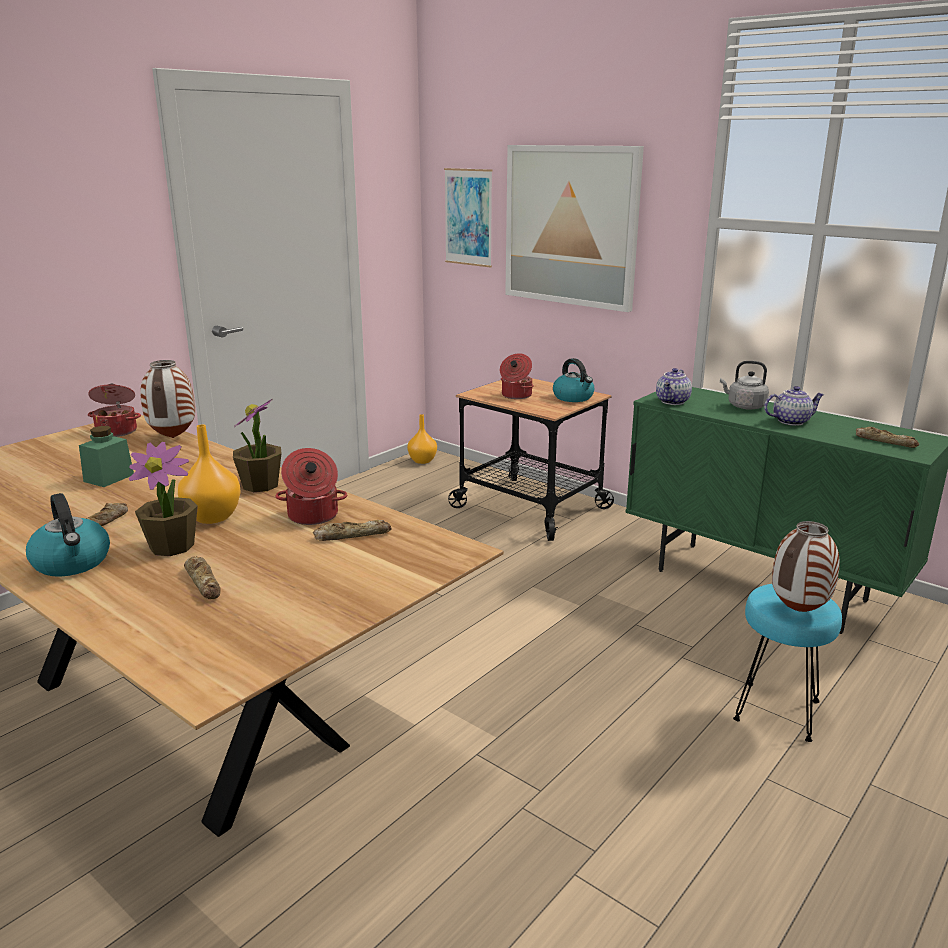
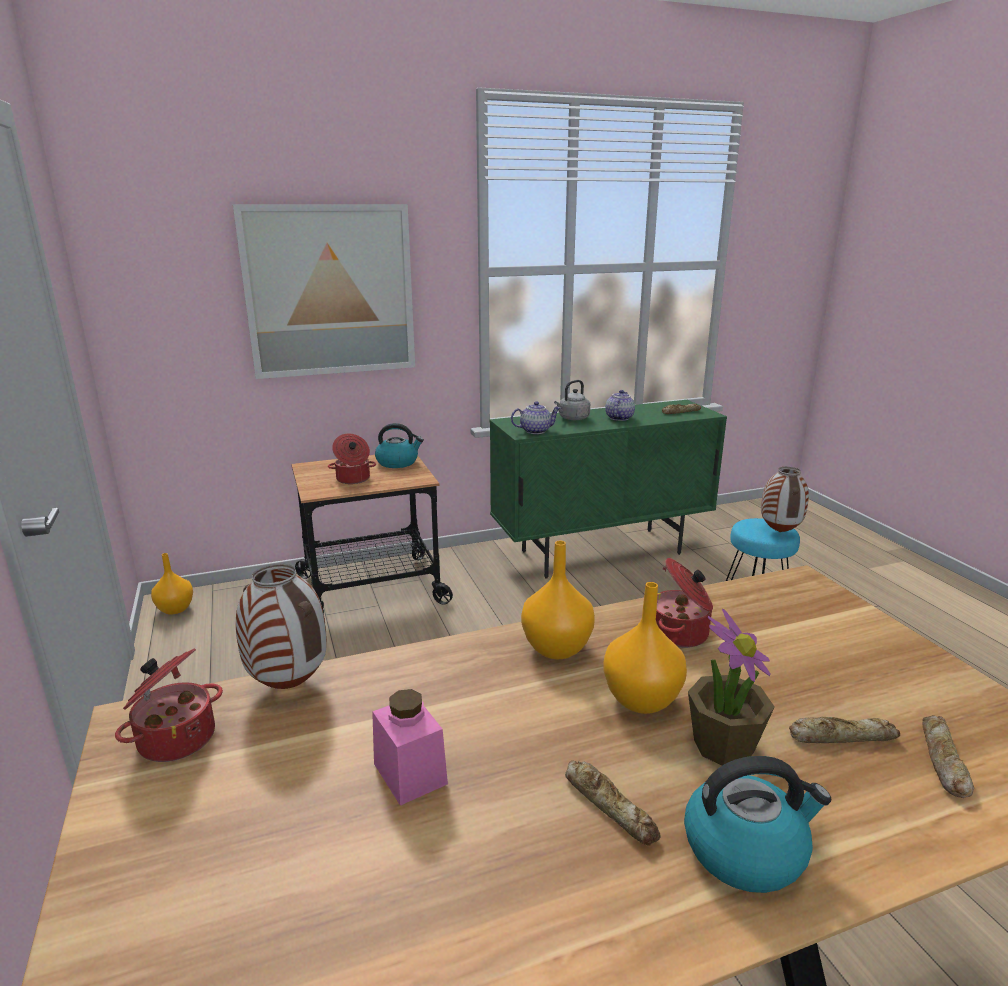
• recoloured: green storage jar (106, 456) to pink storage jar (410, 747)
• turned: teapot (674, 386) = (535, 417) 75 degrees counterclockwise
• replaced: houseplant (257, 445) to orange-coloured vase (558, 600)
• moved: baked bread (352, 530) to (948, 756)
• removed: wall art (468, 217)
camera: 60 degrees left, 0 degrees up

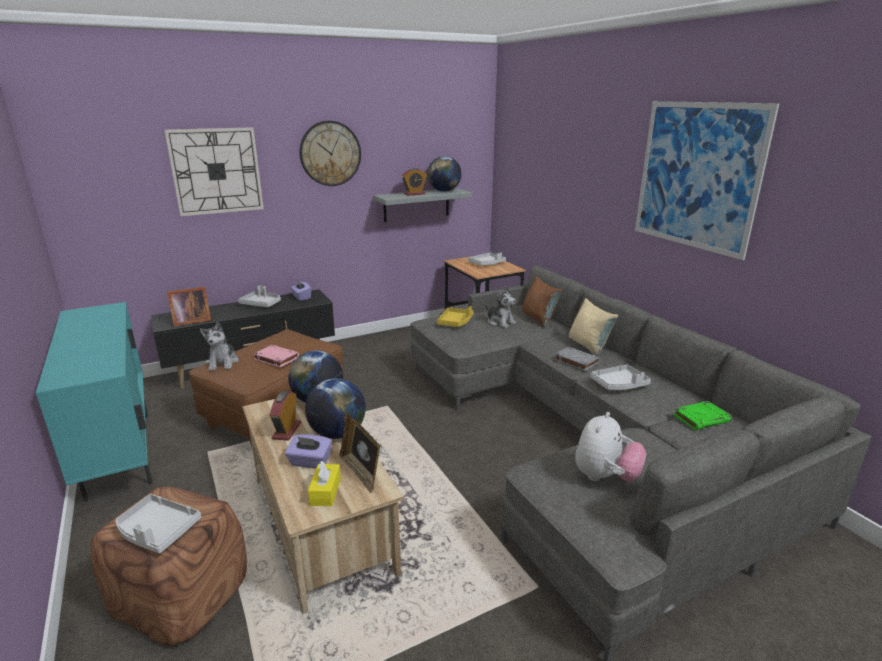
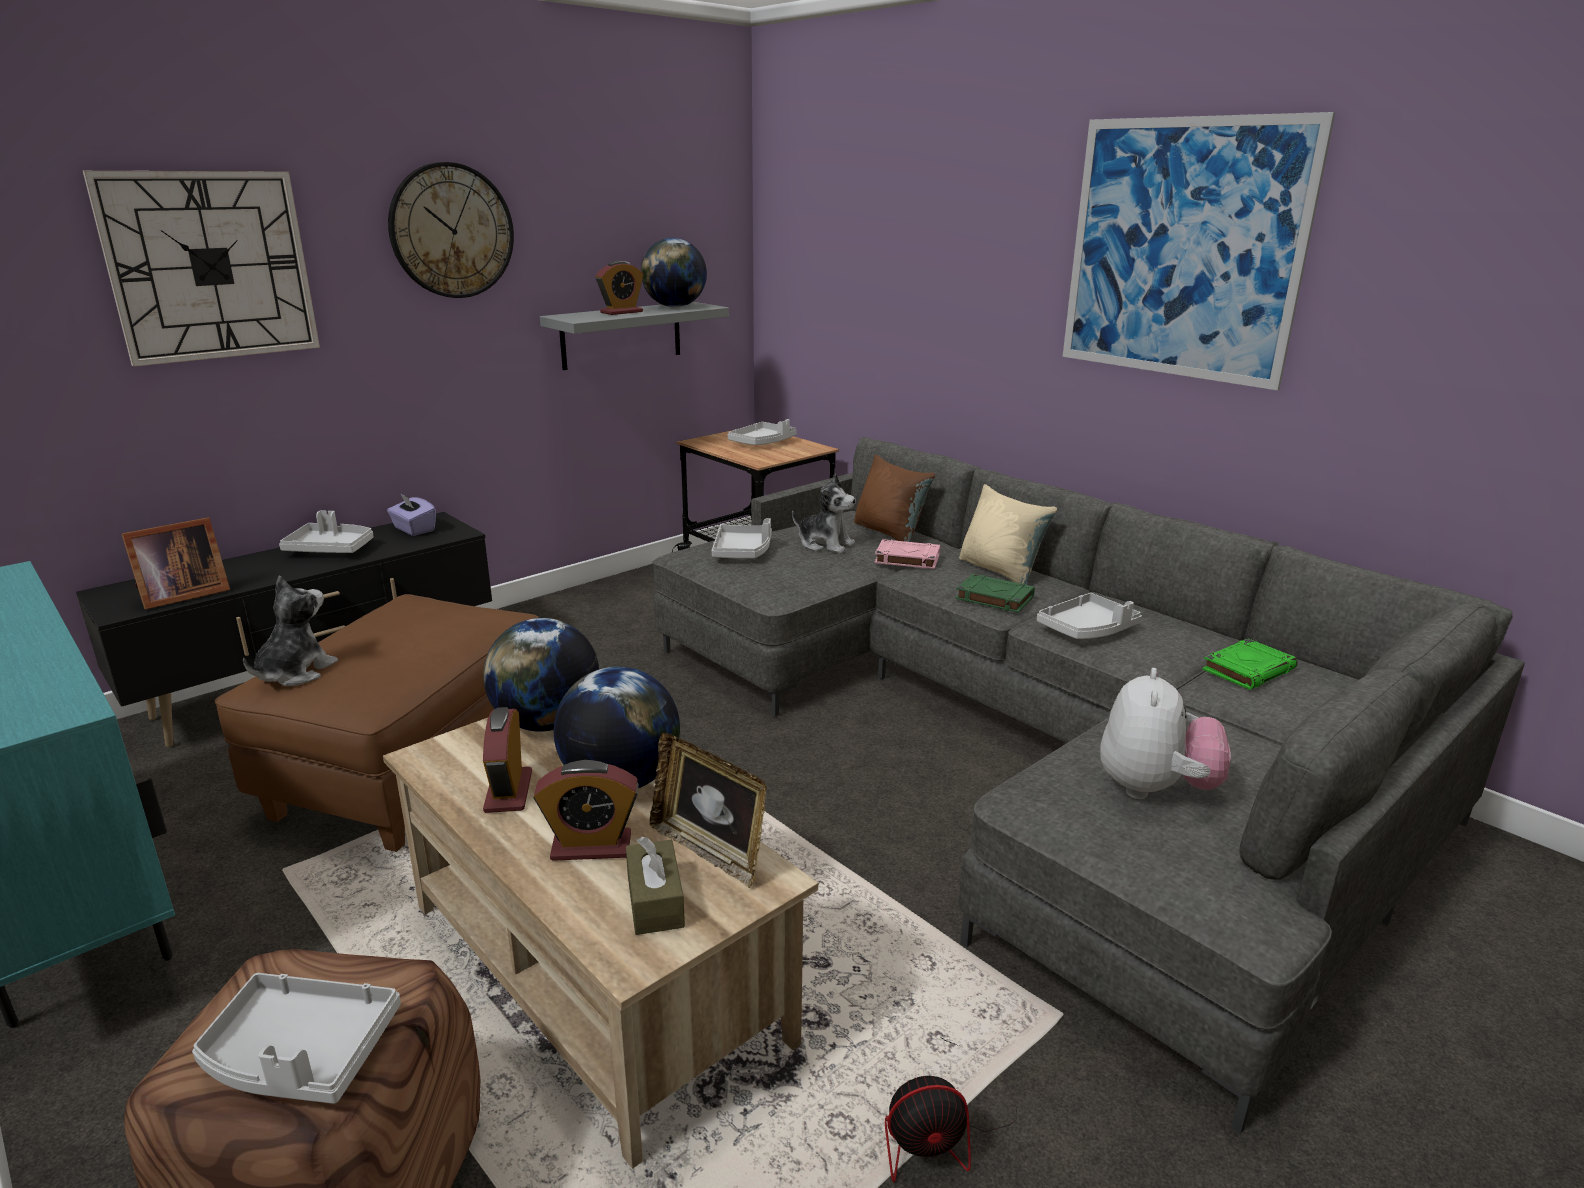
• turned: cuddly toy (219, 346) = (290, 630) 135 degrees counterclockwise
• replaced: purple tissue holder (308, 451) to table clock (586, 810)
• recoloured: yellow tissue holder (324, 483) to brownish tissue holder (655, 886)
• recoloured: yellow tray (455, 316) to gray tray (741, 538)
• moved: pink bound book (276, 356) to (907, 554)
• added: electric fan (951, 1109)
• recoloured: gray bound book (577, 359) to green bound book (995, 593)
camera: 15 degrees left, 0 degrees up

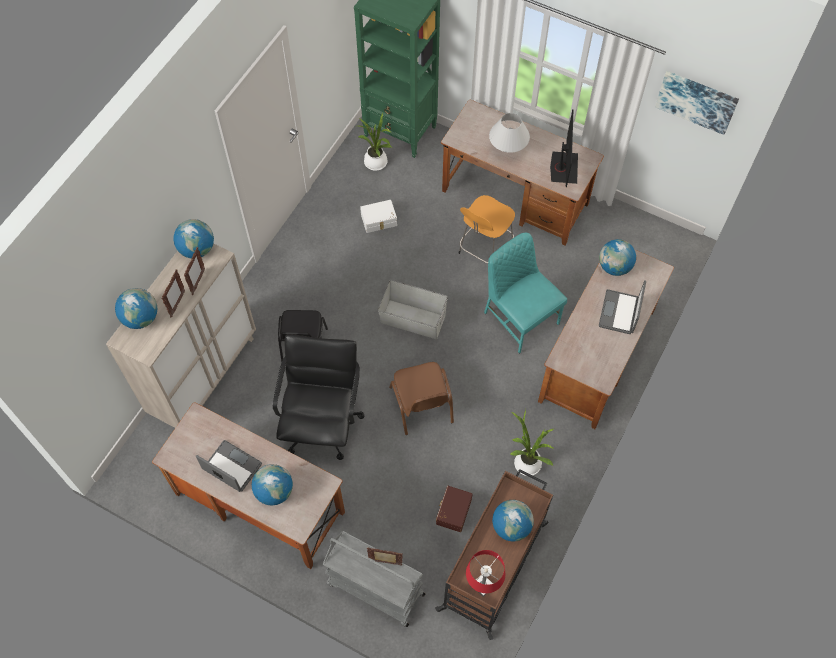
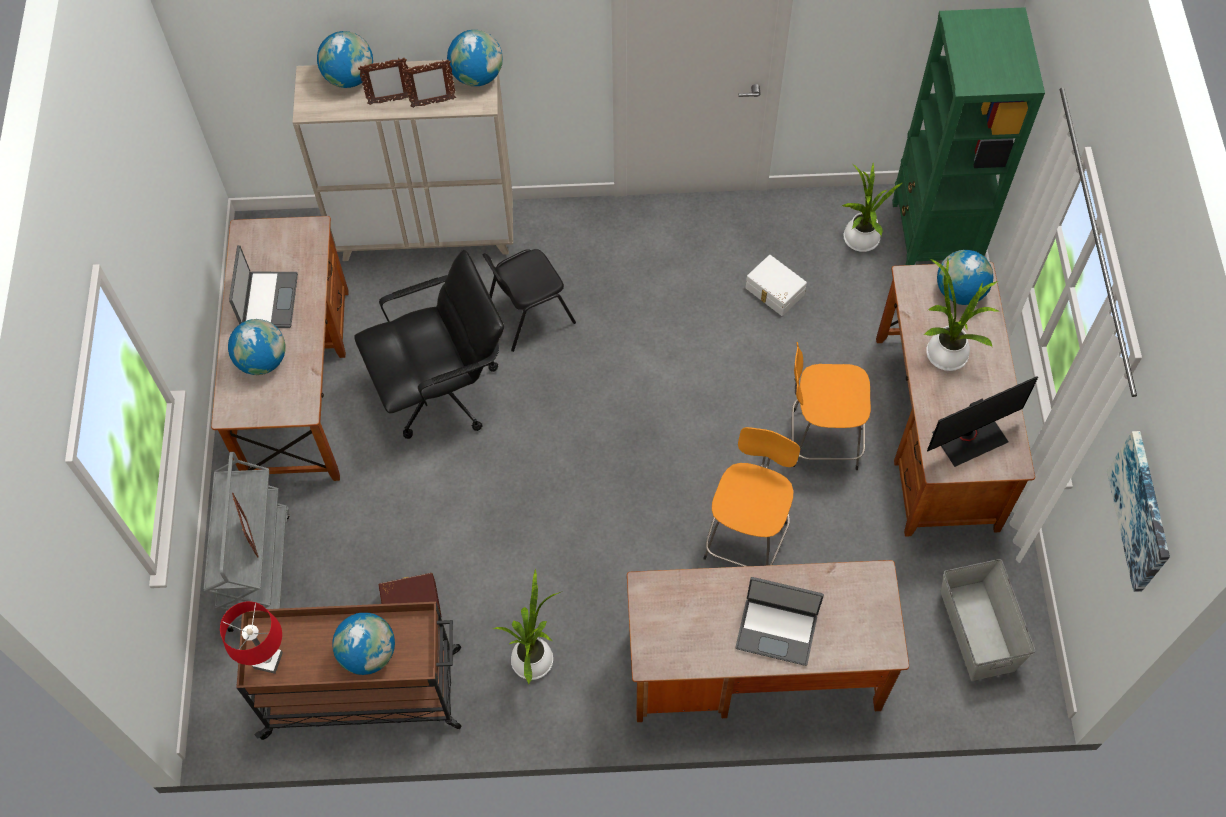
• replaced: turquoise upright chair (525, 293) to orange-coloured stool (751, 497)
• turned: notebook computer (622, 307) = (780, 621) 150 degrees counterclockwise
• replaced: white lamp for a table (509, 133) to houseplant (962, 314)
• moved: globe (617, 257) to (965, 277)
• moved: gray storage box (413, 309) to (988, 620)
• removed: brownish upright chair (421, 398)
camera: 60 degrees right, 0 degrees up

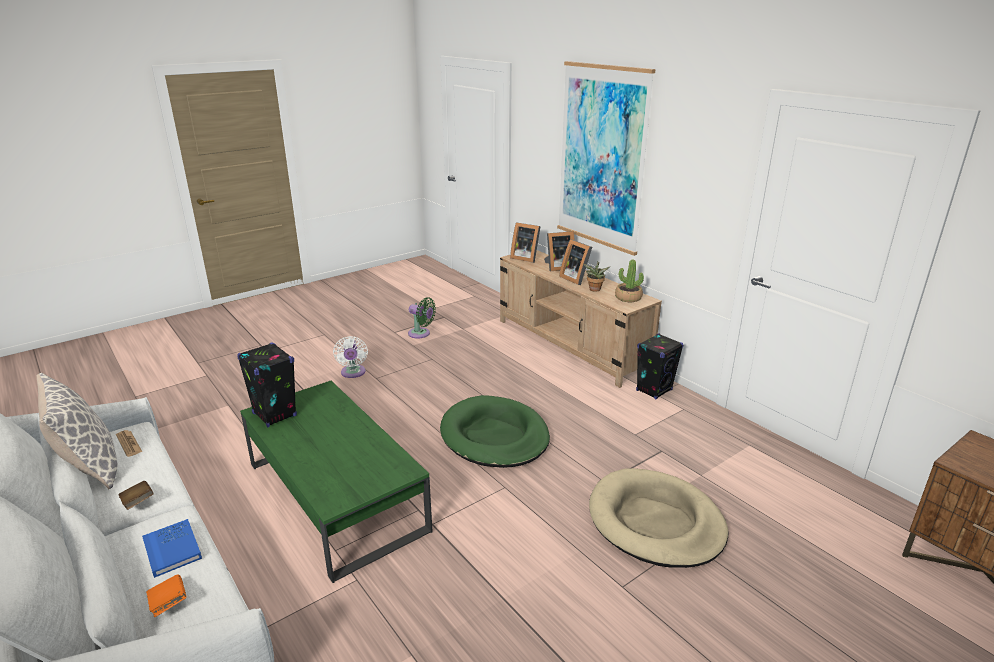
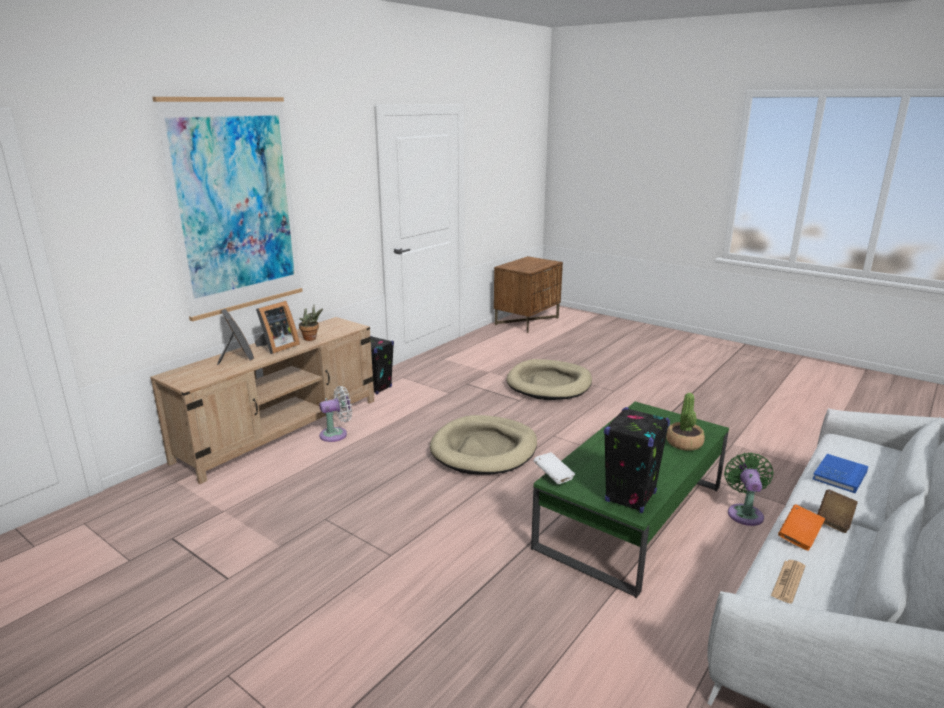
• moved: white electric fan (350, 357) to (335, 414)
• recoloured: green pet bed (495, 431) to sand-coloured pet bed (483, 445)
• added: white bound book (554, 468)
• moved: houseplant (629, 280) to (685, 422)
• moved: green electric fan (422, 318) to (749, 489)
• moved: orange-coloured bound book (166, 595) to (801, 527)
• removed: cushion (77, 431)
• removed: photo frame (525, 242)
camera: 105 degrees left, 5 degrees down

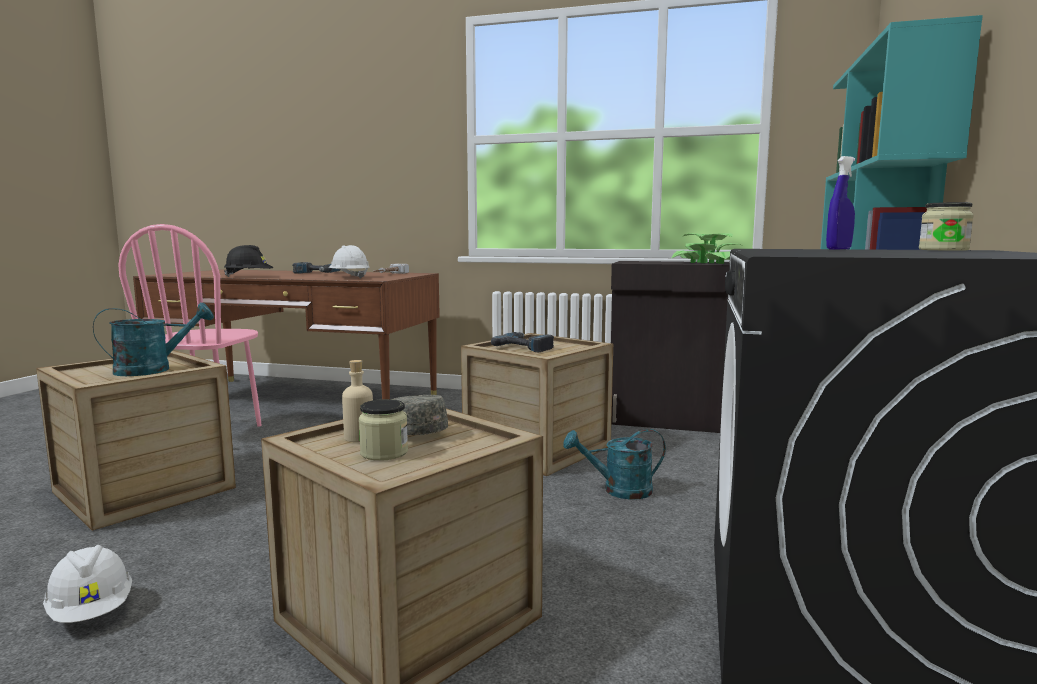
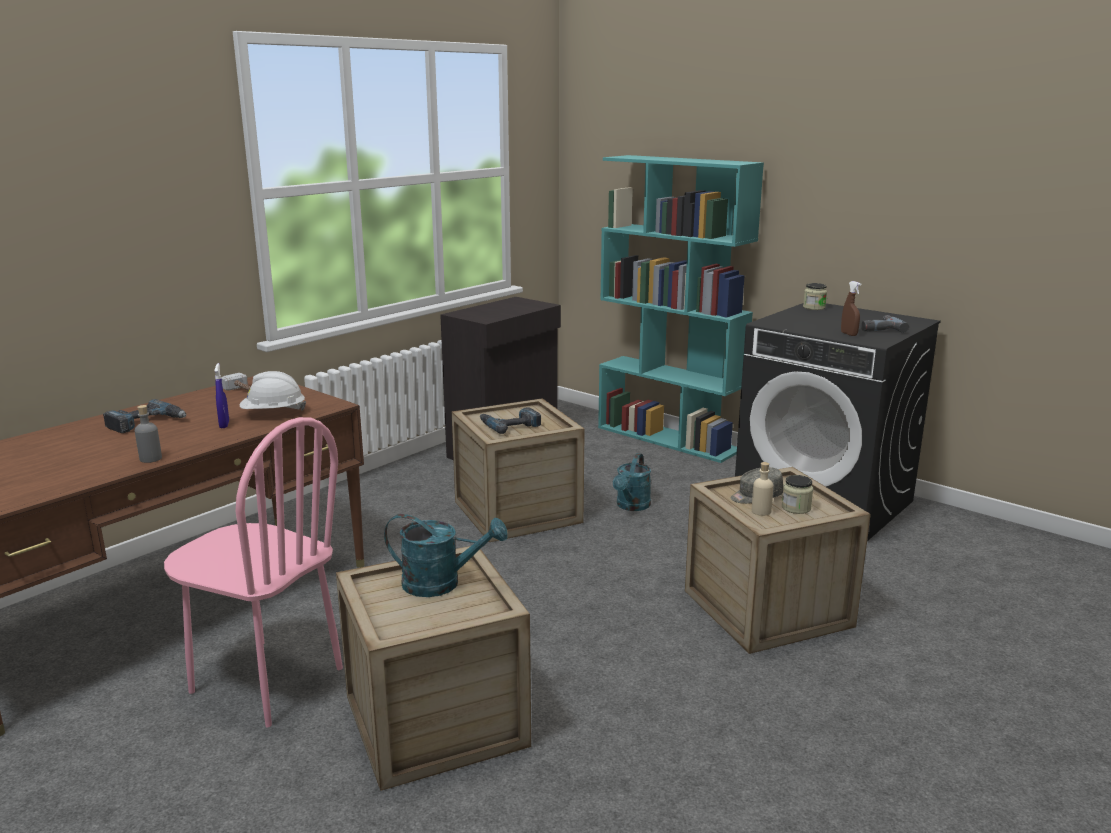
• replaced: black work helmet (248, 261) to gray drink bottle (148, 434)
• moved: blue sprayer (840, 203) to (222, 396)
• turned: turquoise sprinkling can (153, 339) = (446, 555) 105 degrees clockwise
• added: brownish sprayer (851, 308)
• added: power drill (885, 324)
• removed: white work helmet (87, 584)
• removed: houseplant (705, 248)
camera: 65 degrees left, 10 degrees up

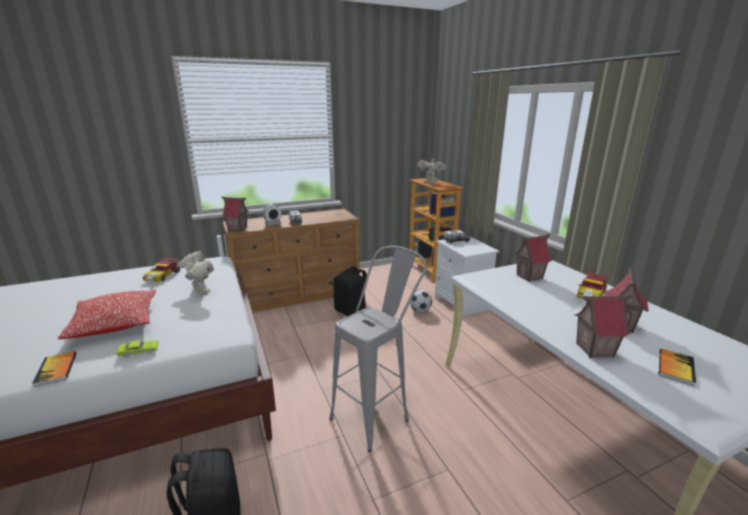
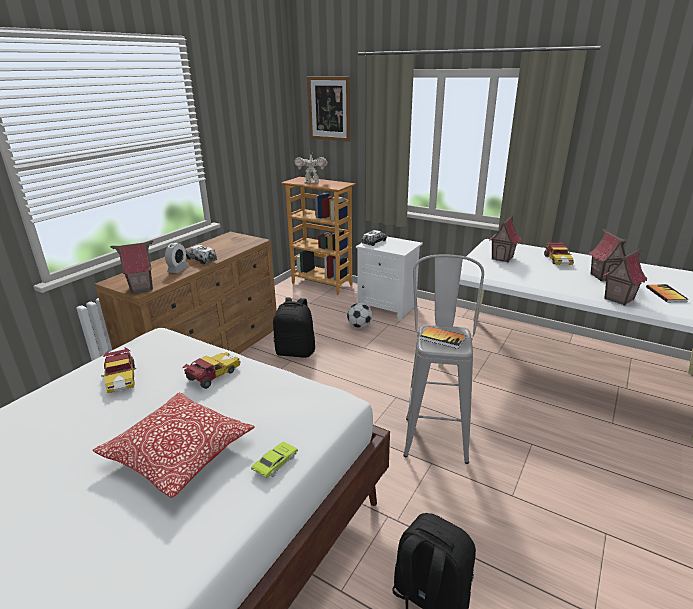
• replaced: toy robot (195, 272) to miniature car (212, 370)
• added: wall art (328, 109)
• moved: bound book (54, 369) to (443, 337)
camera: 35 degrees left, 5 degrees up

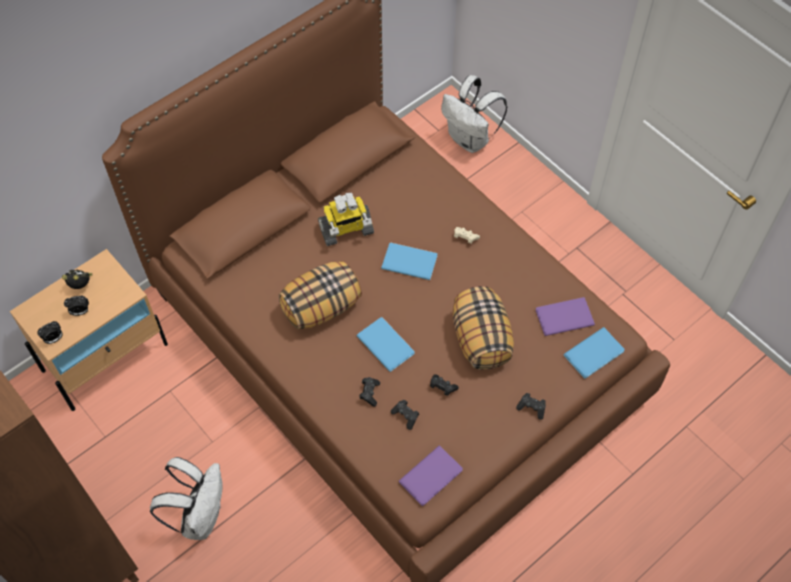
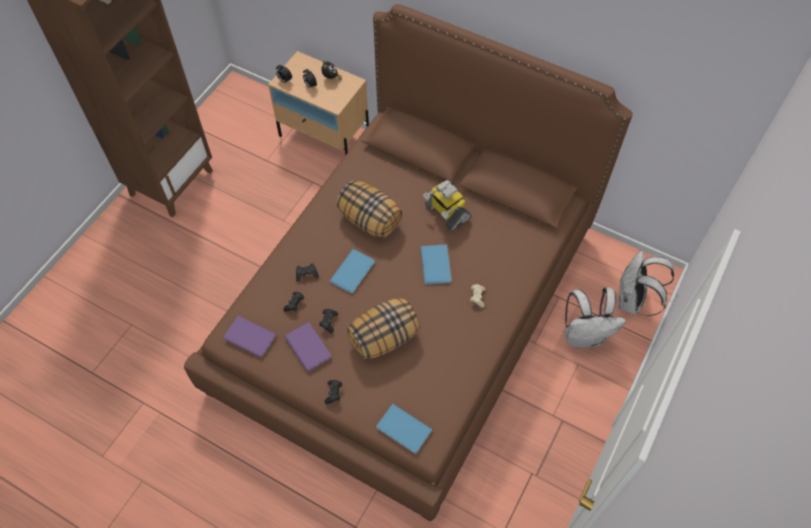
• moved: purple bound book (565, 316) to (308, 347)
• moved: white knapsack (186, 498) to (595, 317)
camera: 70 degrees right, 0 degrees up

